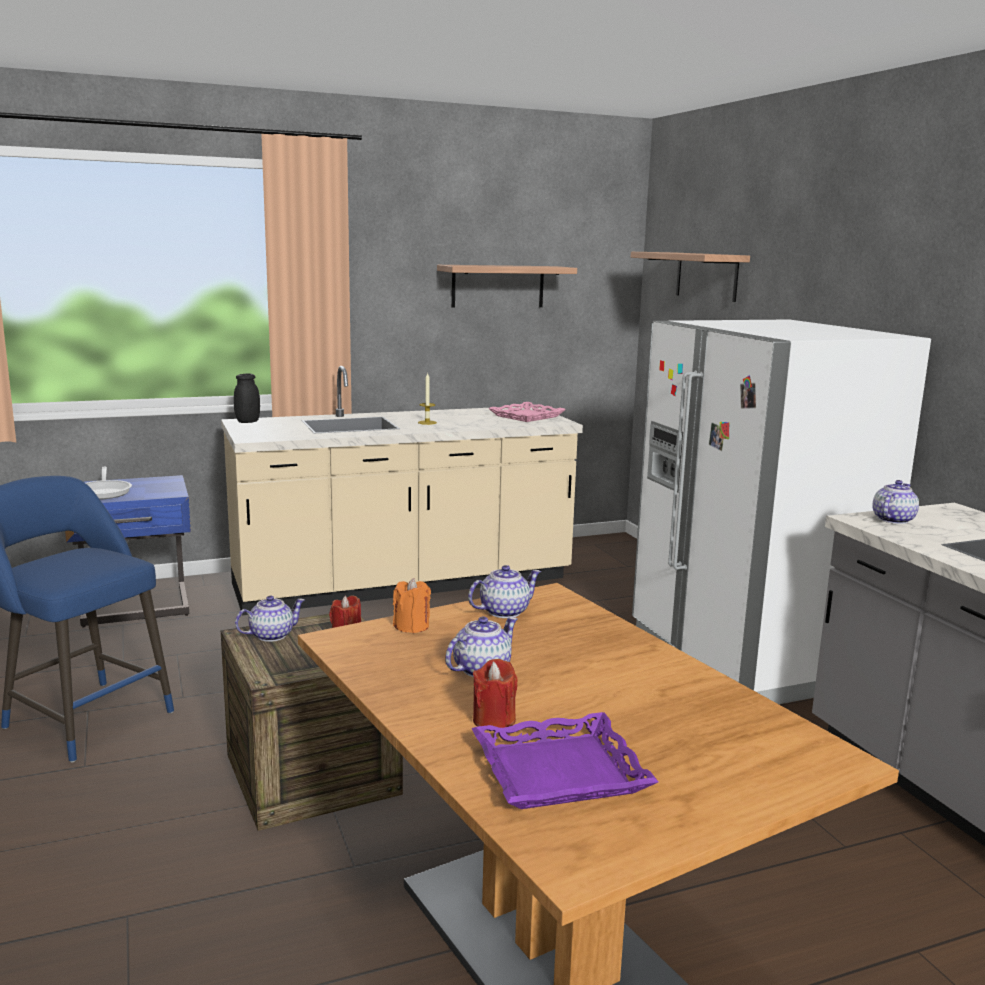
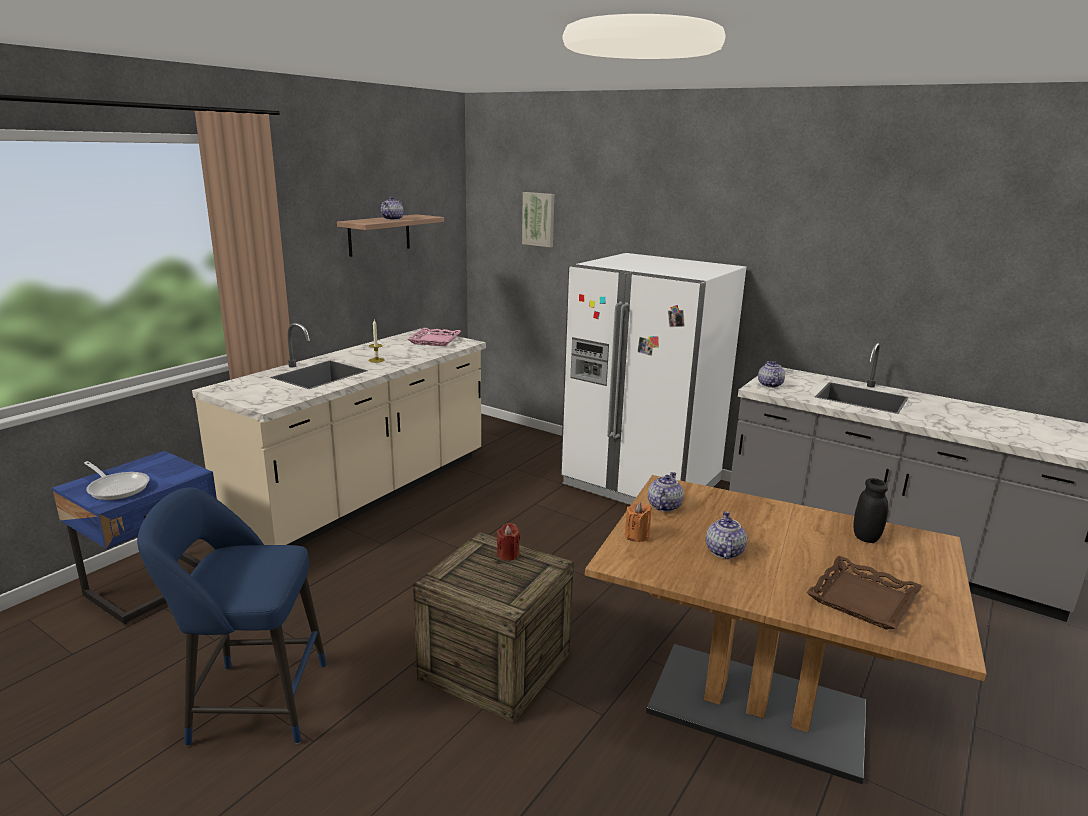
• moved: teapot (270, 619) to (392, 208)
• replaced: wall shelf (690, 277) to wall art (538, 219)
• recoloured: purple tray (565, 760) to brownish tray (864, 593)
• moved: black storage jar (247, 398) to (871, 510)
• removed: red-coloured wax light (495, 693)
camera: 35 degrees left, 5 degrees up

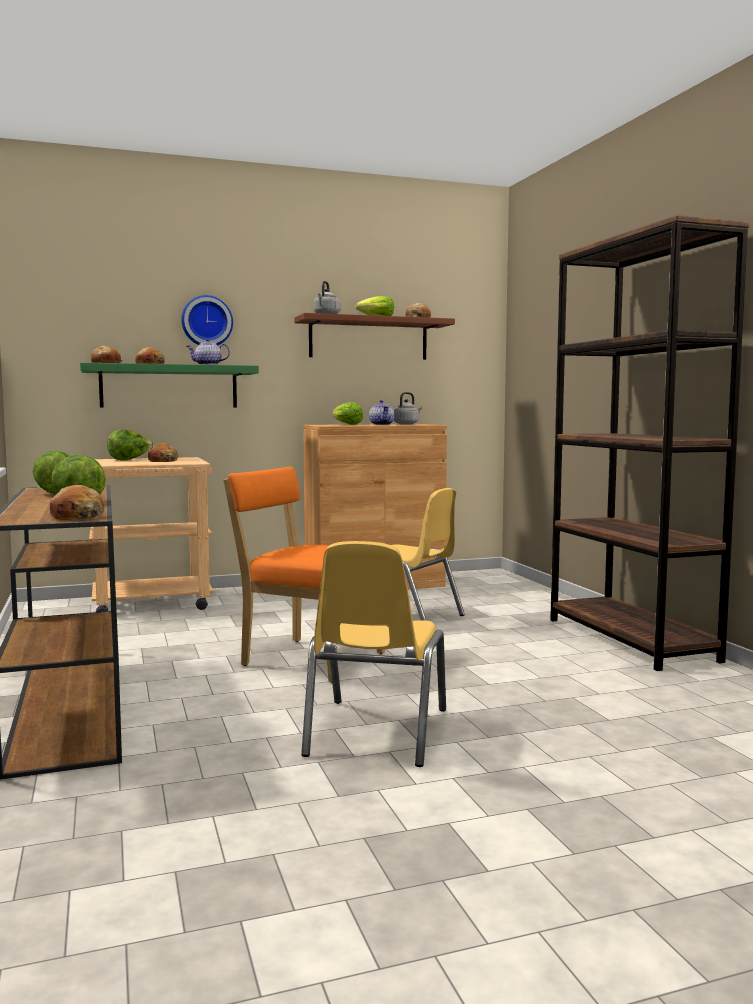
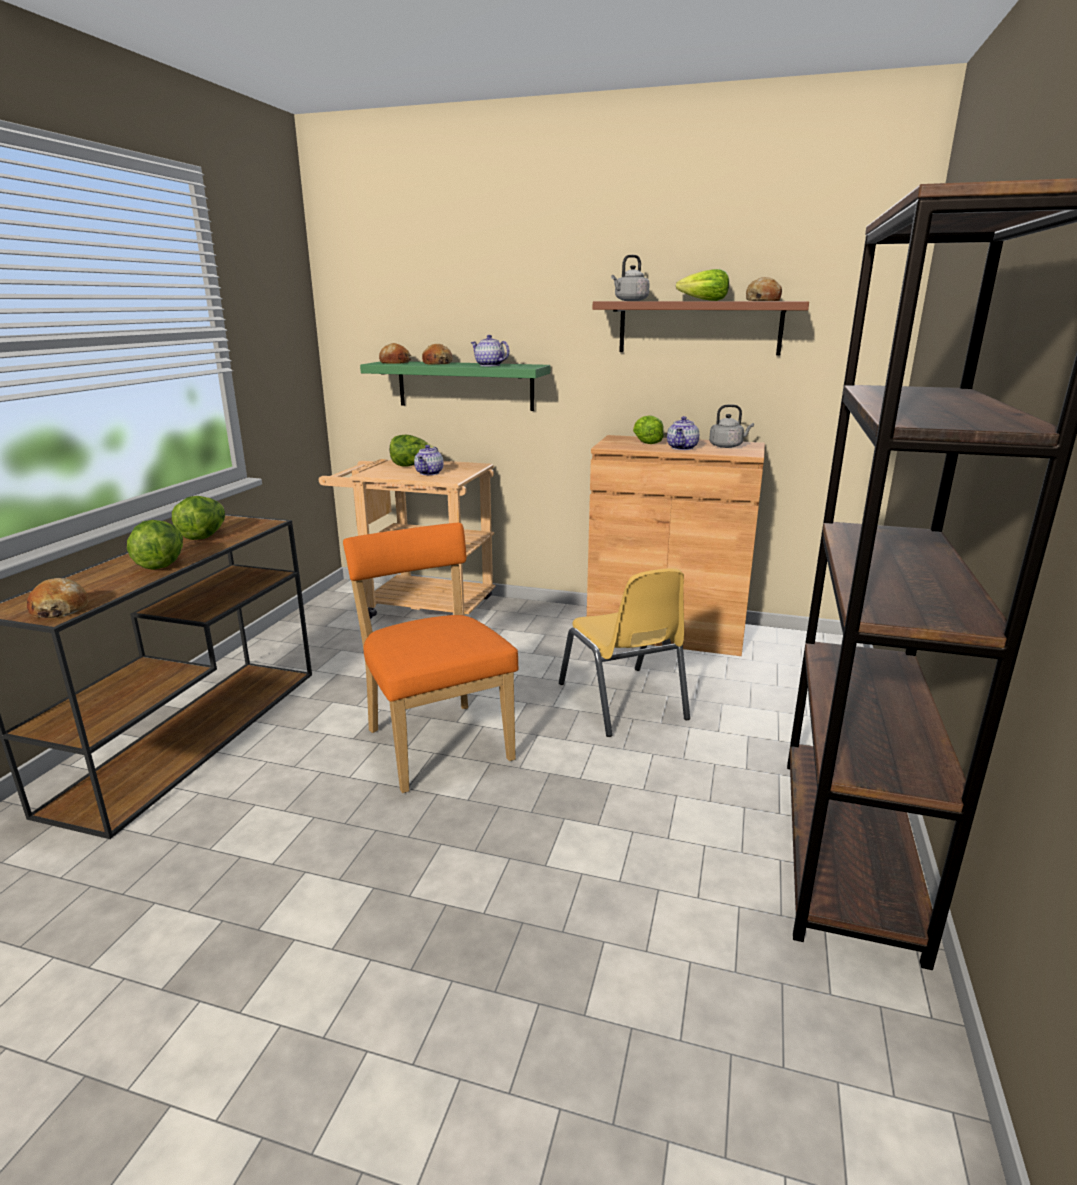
• replaced: baked bread (163, 452) to teapot (429, 460)
• removed: hanging clock (207, 320)
• removed: yellow upright chair (373, 654)
camera: 35 degrees right, 15 degrees up

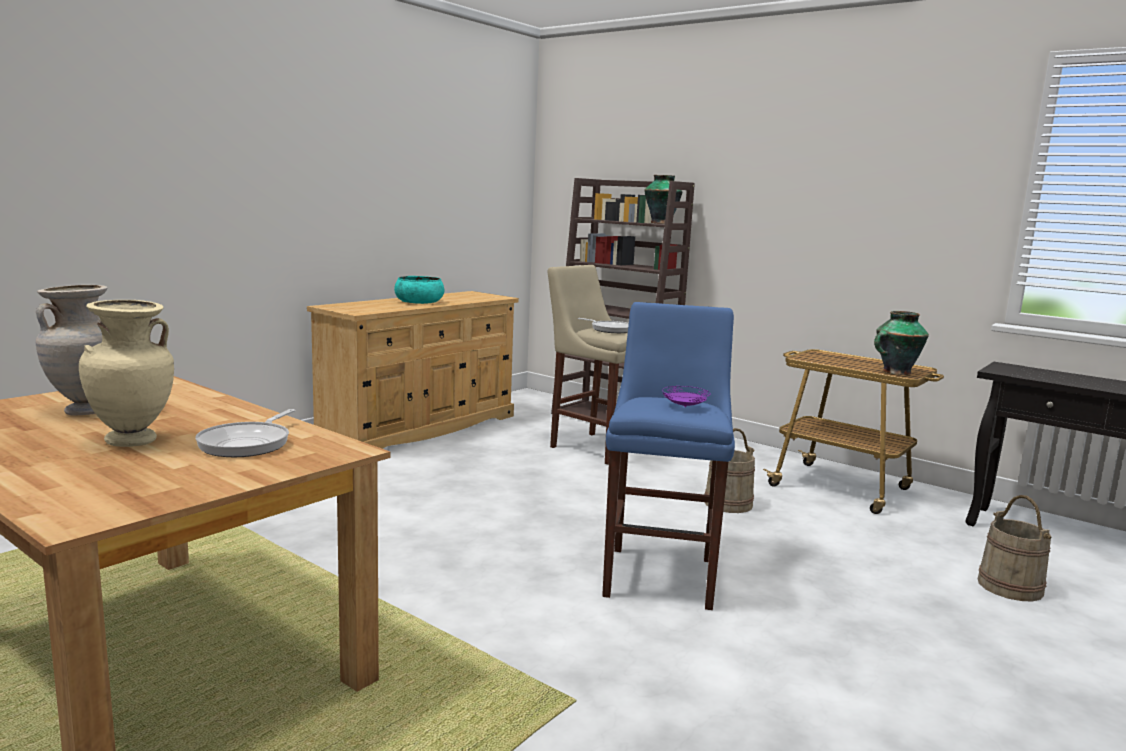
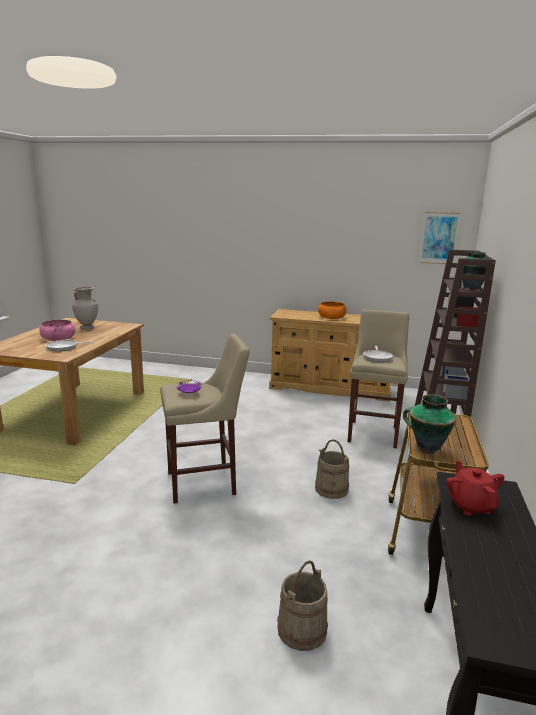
• replaced: sand-coloured vase (126, 373) to pink deep dish (57, 330)
• recoloured: blue stool (668, 456) to sand-coloured stool (205, 419)
• recoloured: turquoise deep dish (419, 290) to orange-coloured deep dish (332, 310)
• added: wall art (440, 238)
• added: red-coloured teapot (475, 488)
camera: 65 degrees right, 5 degrees up

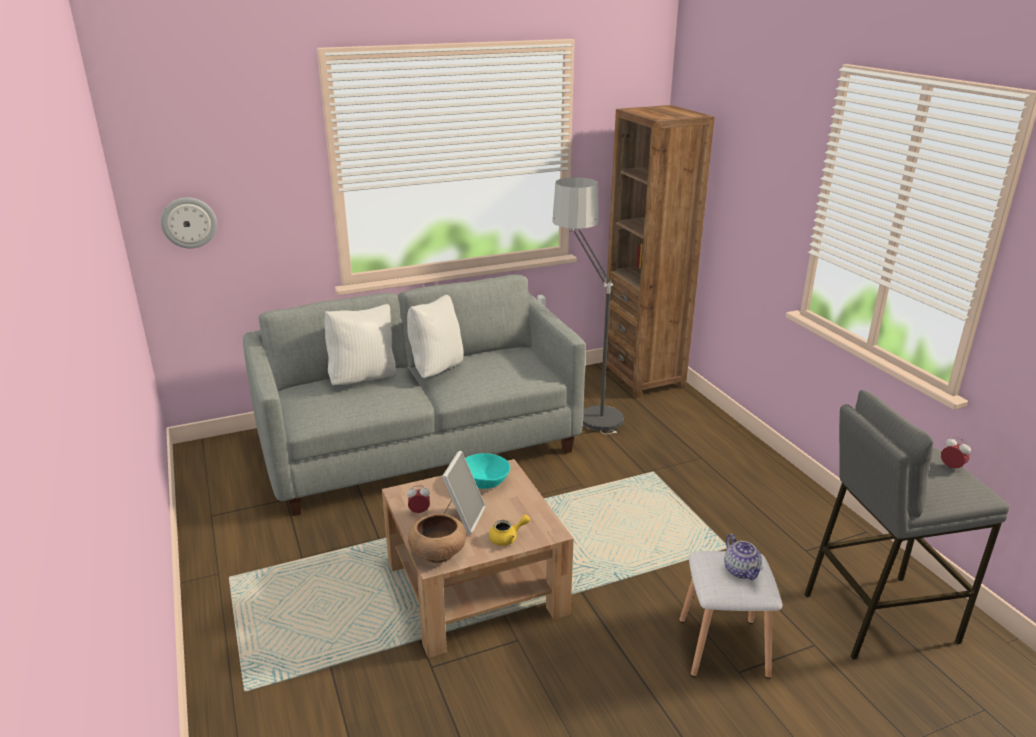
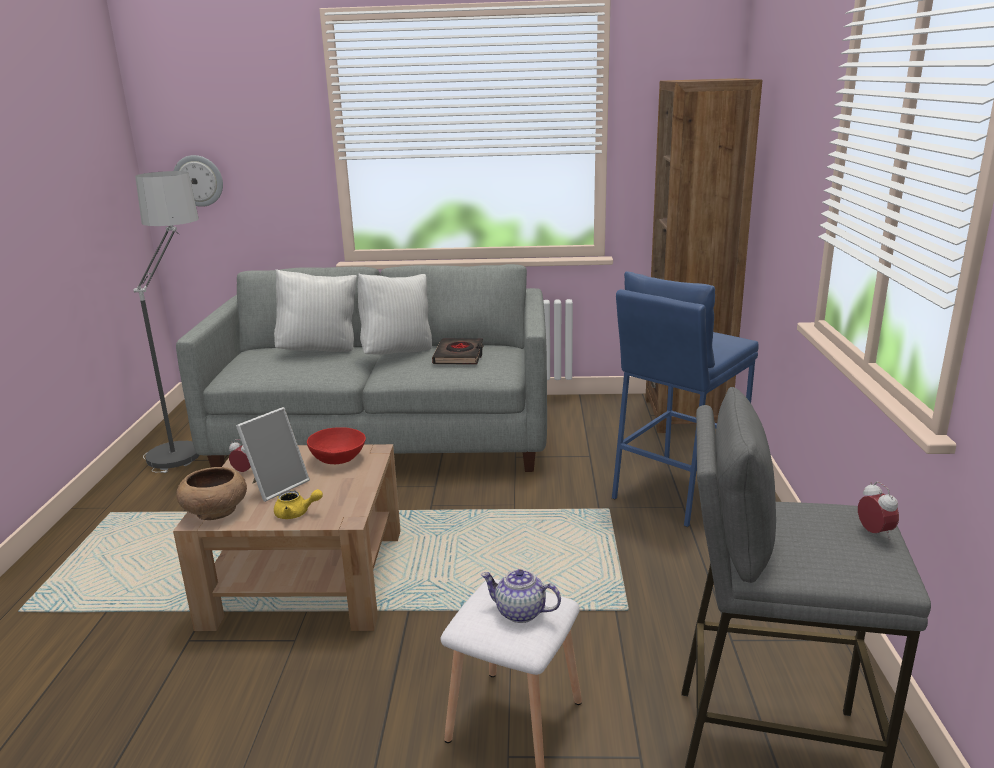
• moved: standing lamp (587, 305) to (167, 322)
• recoloured: turquoise deep dish (487, 471) to red-coloured deep dish (336, 445)
• added: black bound book (458, 352)
• turned: teapot (743, 557) = (521, 596) 105 degrees clockwise
• added: blue stool (685, 399)
camera: 25 degrees right, 5 degrees down

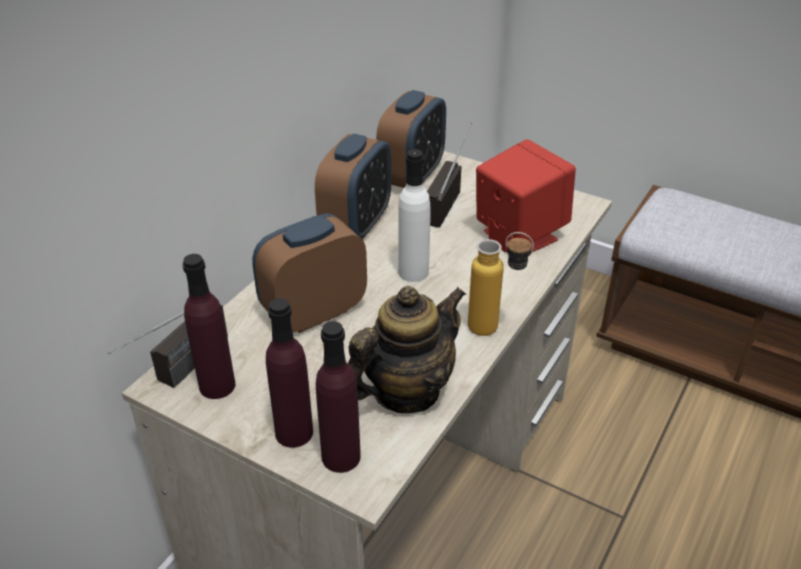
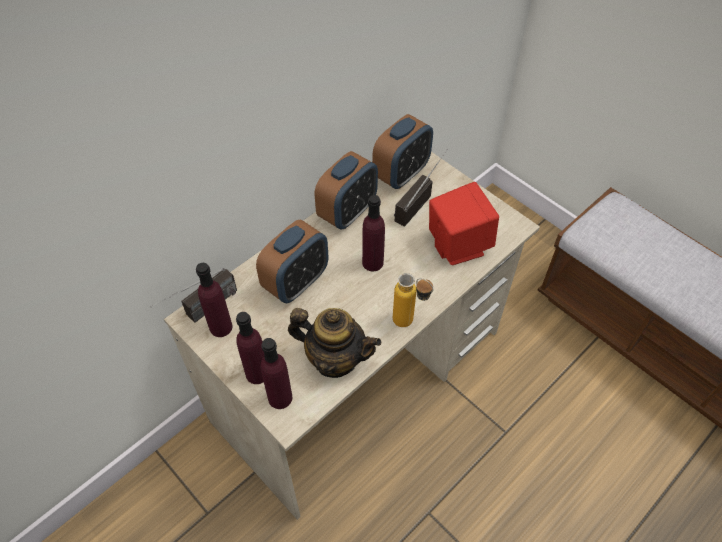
• turned: table clock (309, 273) = (292, 261) 150 degrees clockwise
• turned: teapot (407, 349) = (334, 343) 45 degrees clockwise
• recoloured: white drink bottle (414, 215) to purple drink bottle (373, 233)
camera: 15 degrees right, 15 degrees up

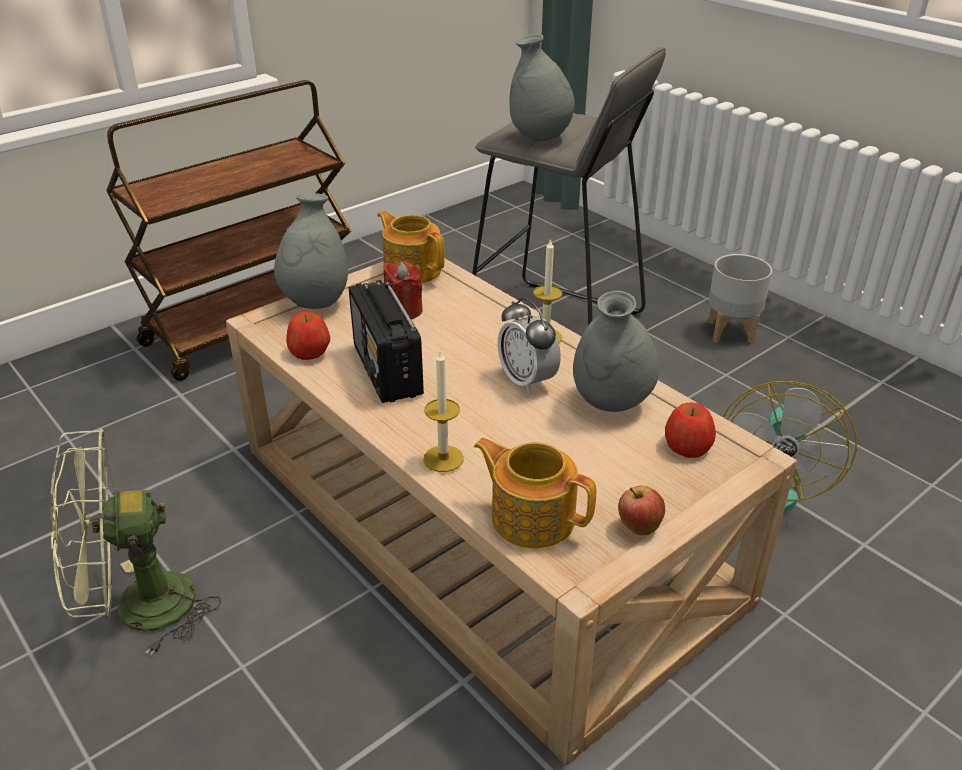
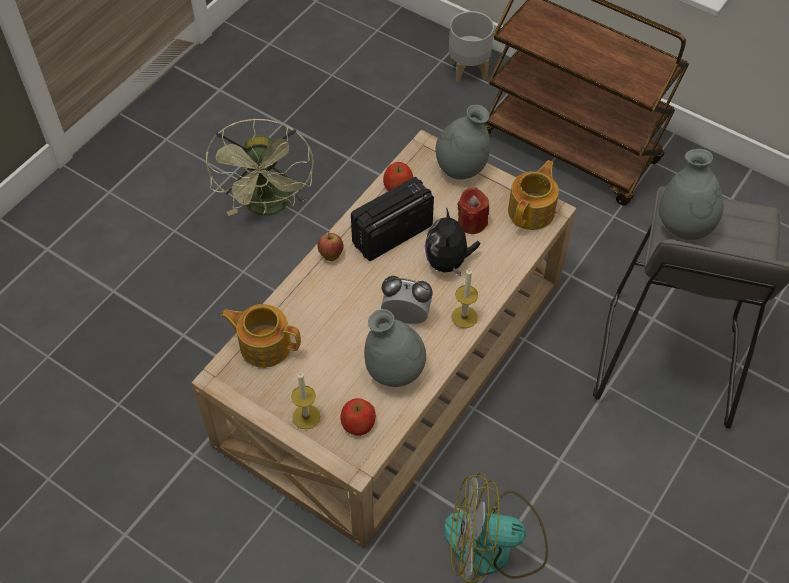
• turned: green electric fan (135, 542) = (260, 167) 150 degrees counterclockwise
• turned: teapot (535, 493) = (261, 336) 90 degrees counterclockwise
• moved: wax light (443, 411) to (305, 400)
• moved: apple (641, 511) to (331, 246)
• turned: table clock (529, 346) = (407, 300) 60 degrees clockwise
• added: cuddly toy (452, 242)
• moved: gray plant pot (740, 299) to (471, 47)
camera: 75 degrees right, 20 degrees up

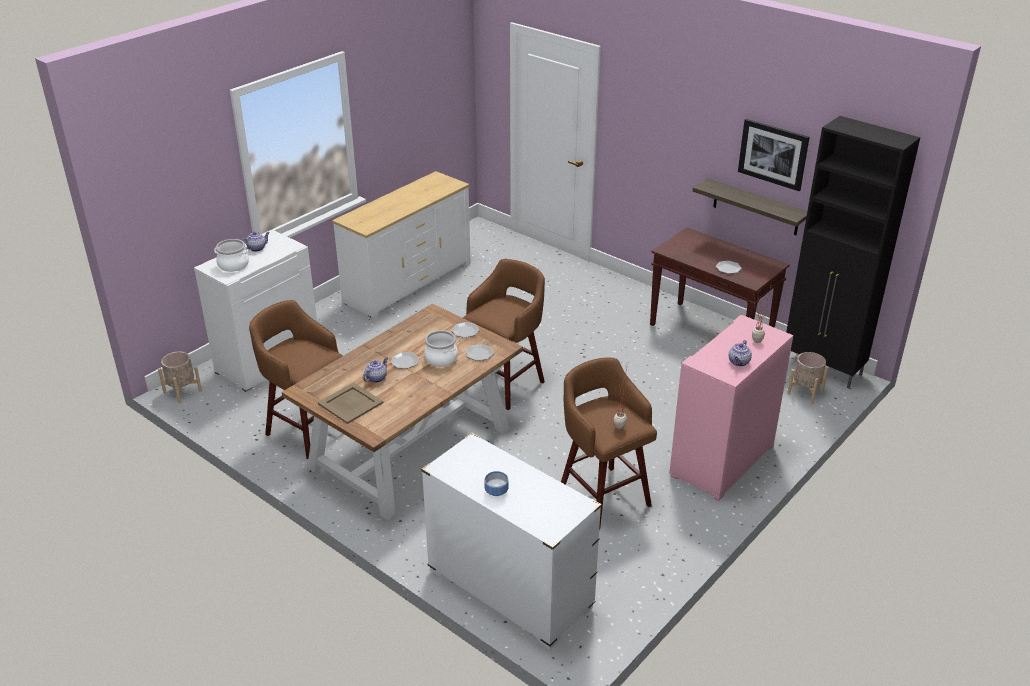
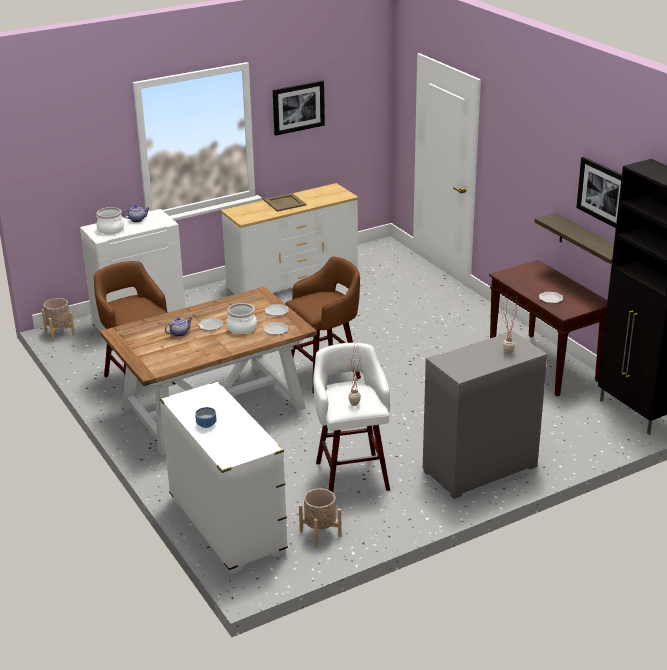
• moved: sand-coloured tray (350, 403) to (285, 202)
• added: wall art (299, 108)
• moved: sand-coloured plant pot (807, 378) to (320, 517)
• recoloured: brownish stool (609, 443) to white stool (351, 417)
• recoloured: pink storage cabinet (731, 408) to gray storage cabinet (485, 415)
• removed: teapot (740, 353)
camera: 20 degrees right, 5 degrees down

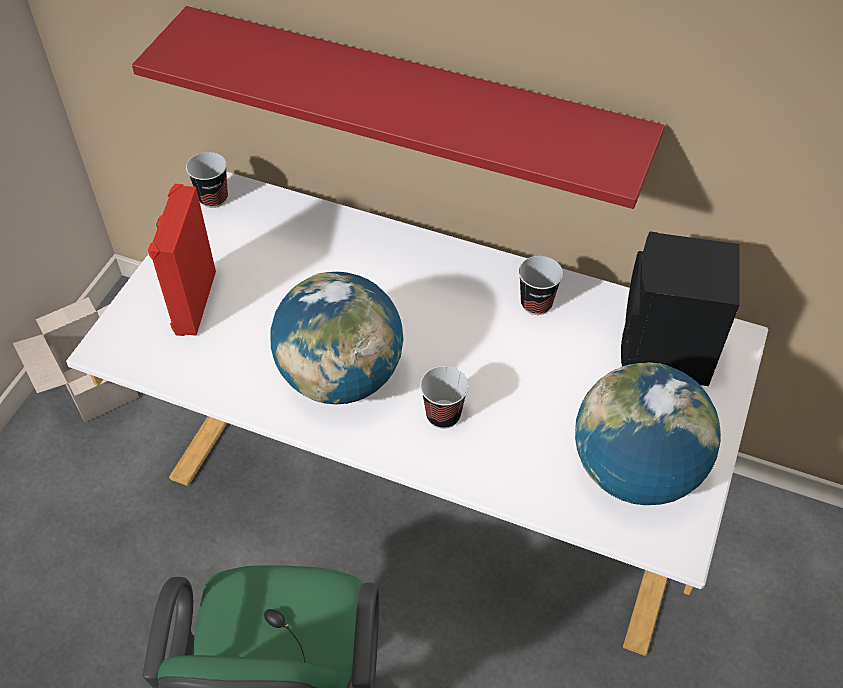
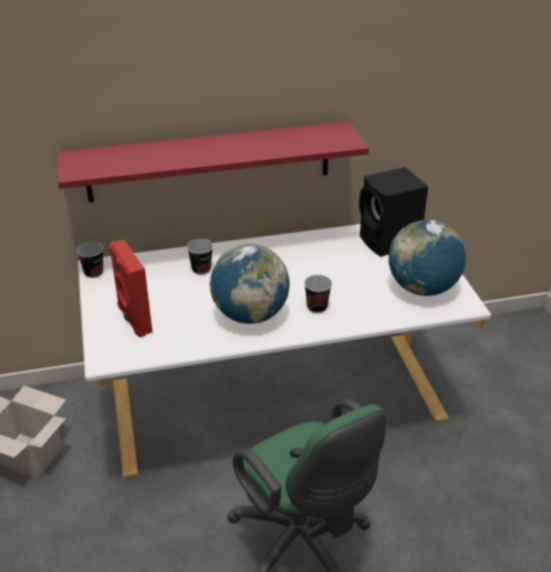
• moved: cup (541, 285) to (200, 257)
camera: 35 degrees left, 15 degrees down

